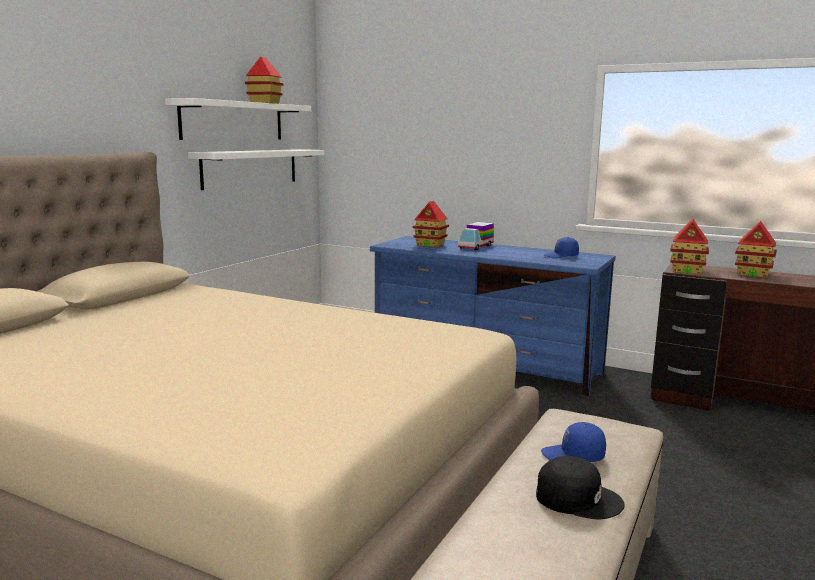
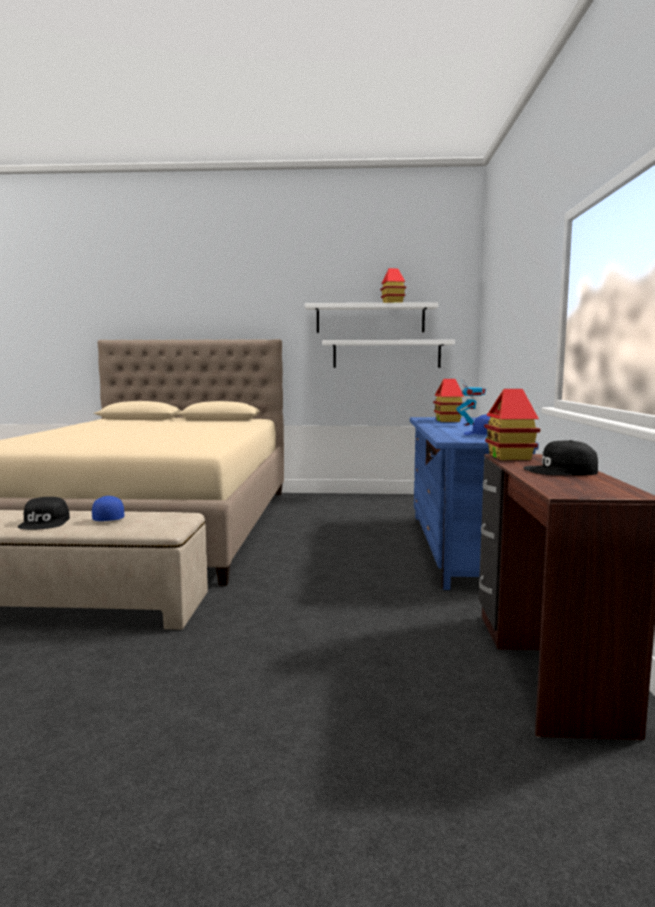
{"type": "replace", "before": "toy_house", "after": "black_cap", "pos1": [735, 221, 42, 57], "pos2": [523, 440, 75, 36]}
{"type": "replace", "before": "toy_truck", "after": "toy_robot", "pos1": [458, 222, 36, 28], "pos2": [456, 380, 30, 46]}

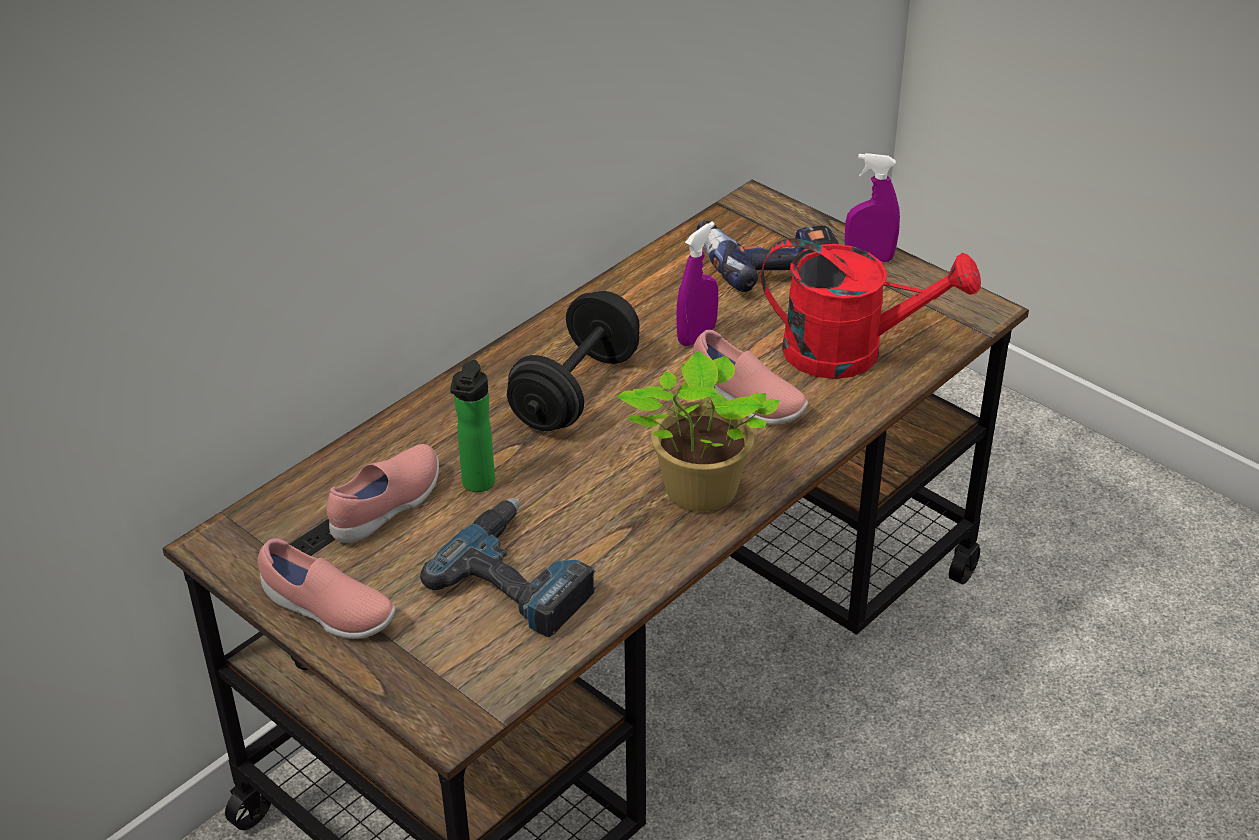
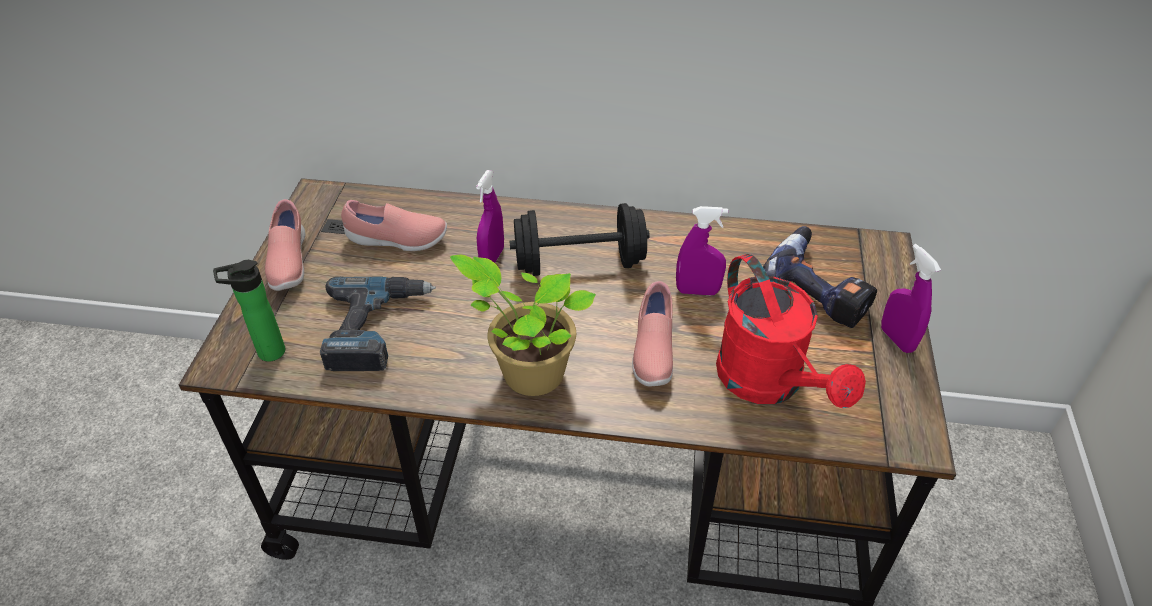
{"type": "move", "before": "bottle", "pos1": [450, 360, 45, 132], "pos2": [213, 260, 72, 102]}
{"type": "insert", "after": "purple_spray_bottle", "pos2": [476, 170, 28, 93]}

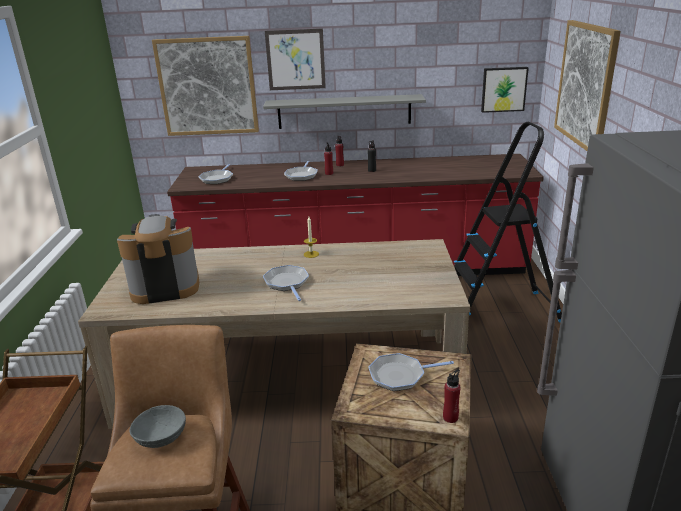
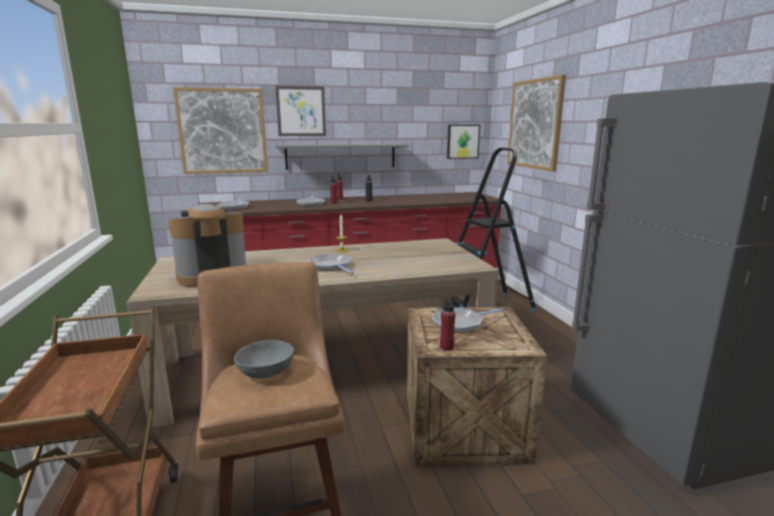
{"type": "move", "before": "red_bottle", "pos1": [443, 369, 18, 54], "pos2": [440, 297, 16, 54]}

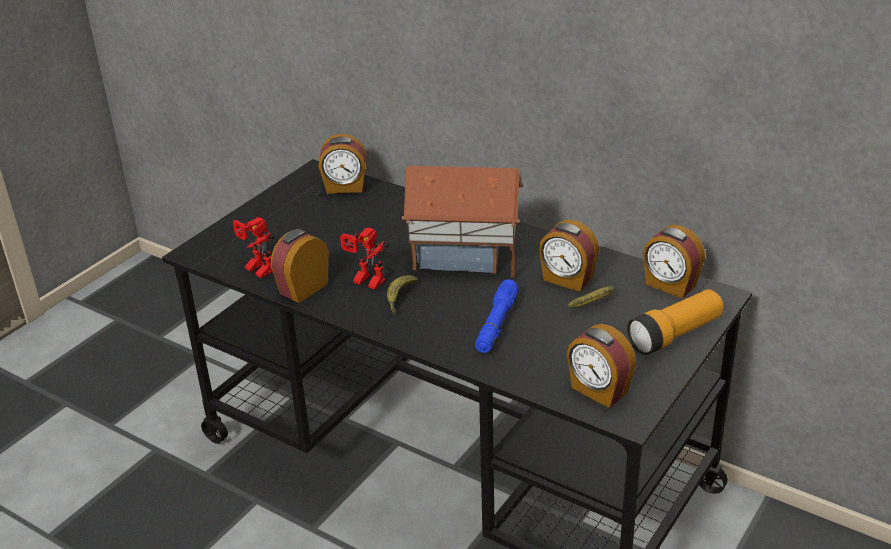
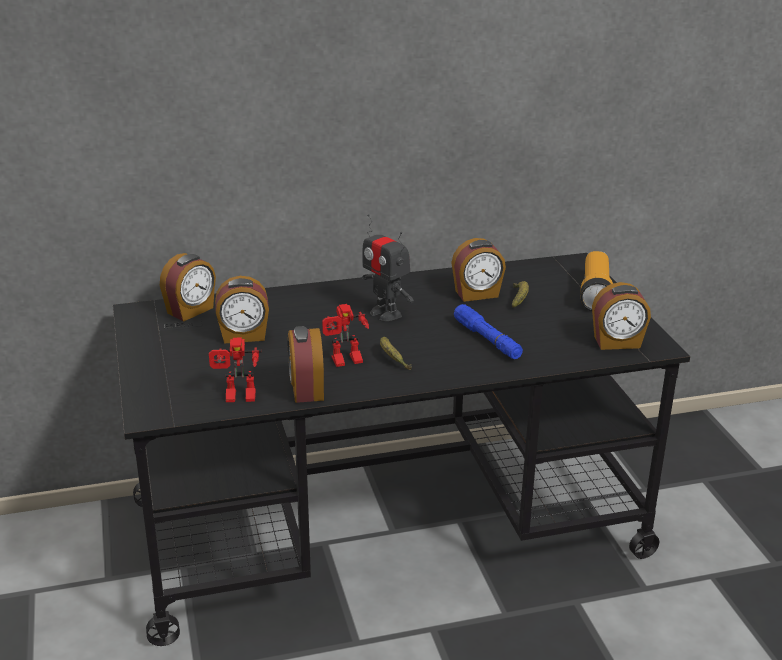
{"type": "replace", "before": "toy_house", "after": "toy_robot", "pos1": [402, 166, 121, 112], "pos2": [362, 214, 52, 107]}
{"type": "move", "before": "alarm_clock", "pos1": [643, 225, 62, 74], "pos2": [215, 276, 54, 68]}

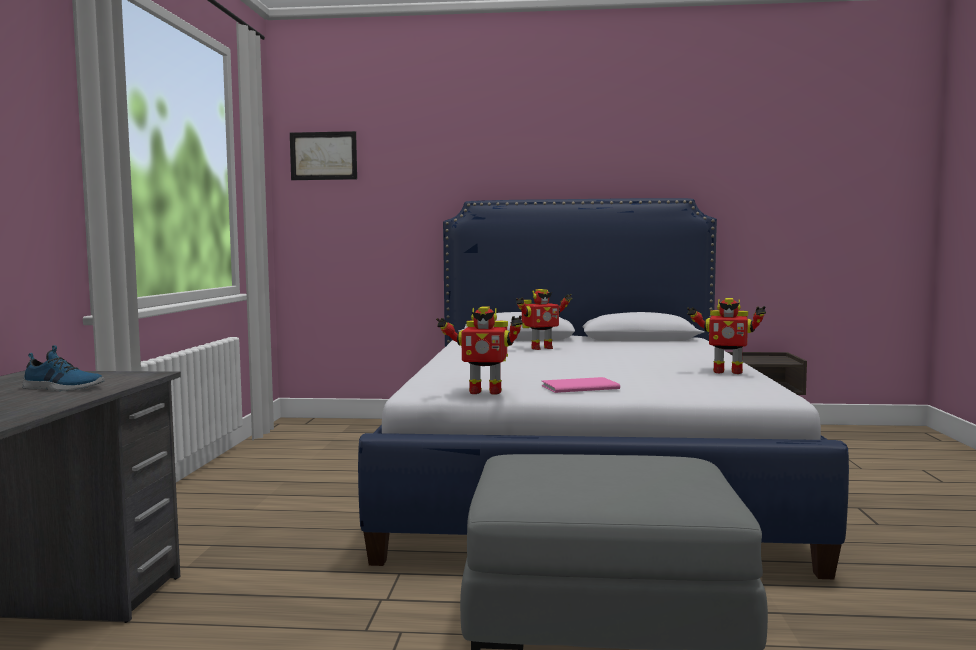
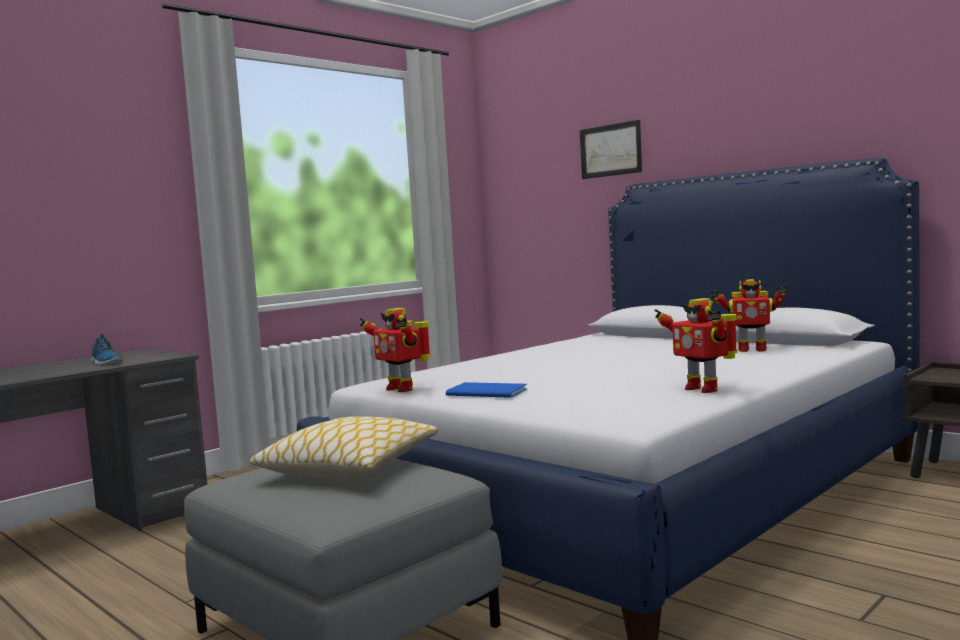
{"type": "move", "before": "picture", "pos1": [290, 131, 67, 49], "pos2": [580, 120, 62, 59]}
{"type": "move", "before": "toy_robot", "pos1": [516, 289, 56, 61], "pos2": [710, 279, 77, 73]}
{"type": "recolor", "before": "pink_book", "after": "blue_book", "pos1": [541, 377, 79, 16], "pos2": [446, 382, 81, 16]}
{"type": "insert", "after": "pillow", "pos2": [249, 416, 189, 62]}

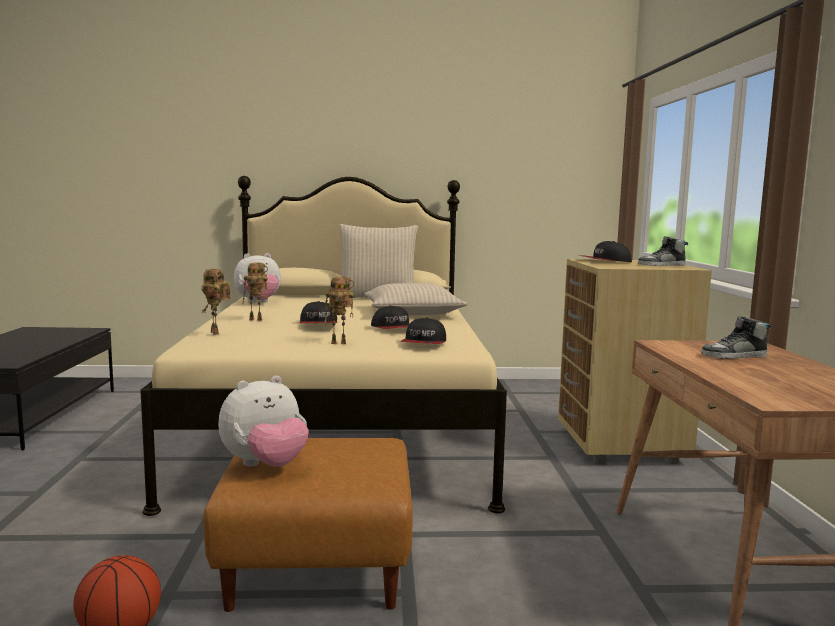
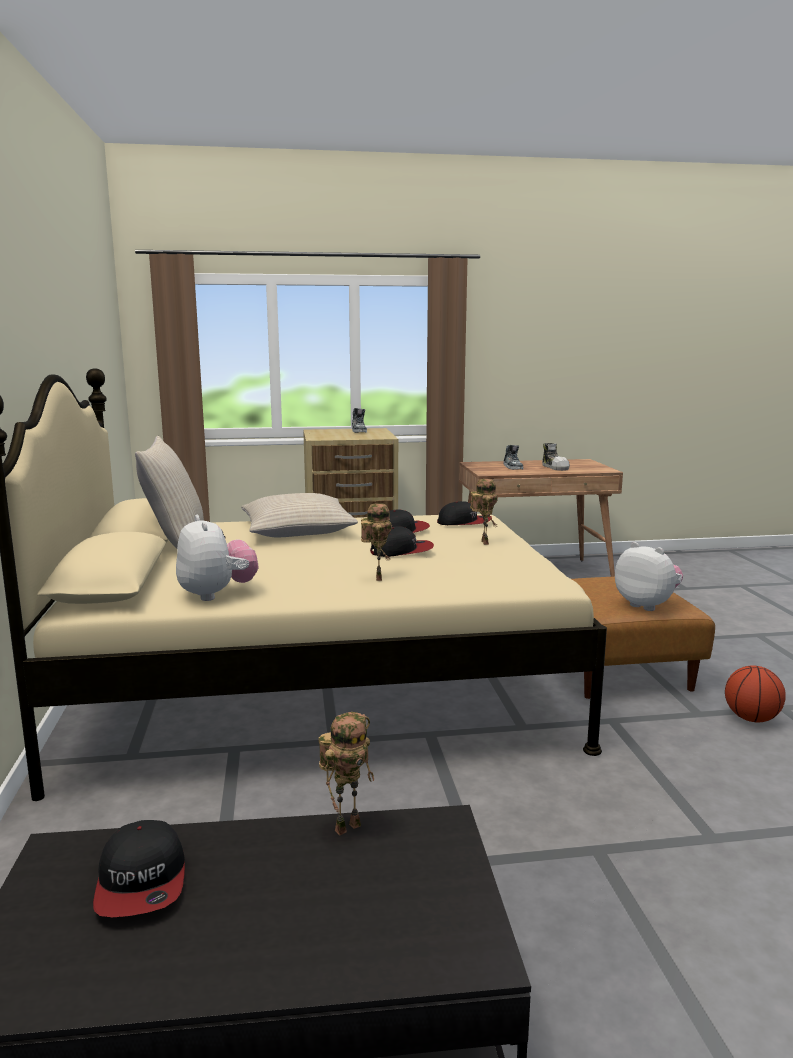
{"type": "move", "before": "cap", "pos1": [579, 241, 53, 21], "pos2": [93, 820, 92, 97]}
{"type": "move", "before": "toy_robot", "pos1": [201, 269, 30, 66], "pos2": [318, 712, 56, 123]}
{"type": "insert", "after": "shoe", "pos2": [542, 443, 28, 28]}

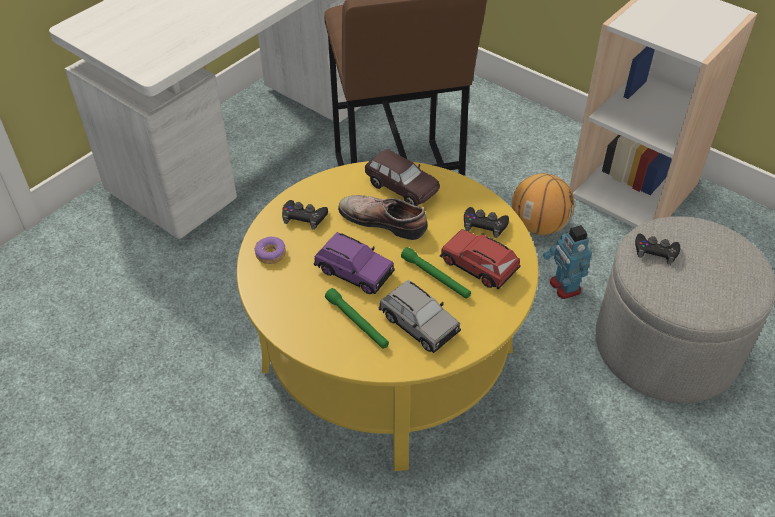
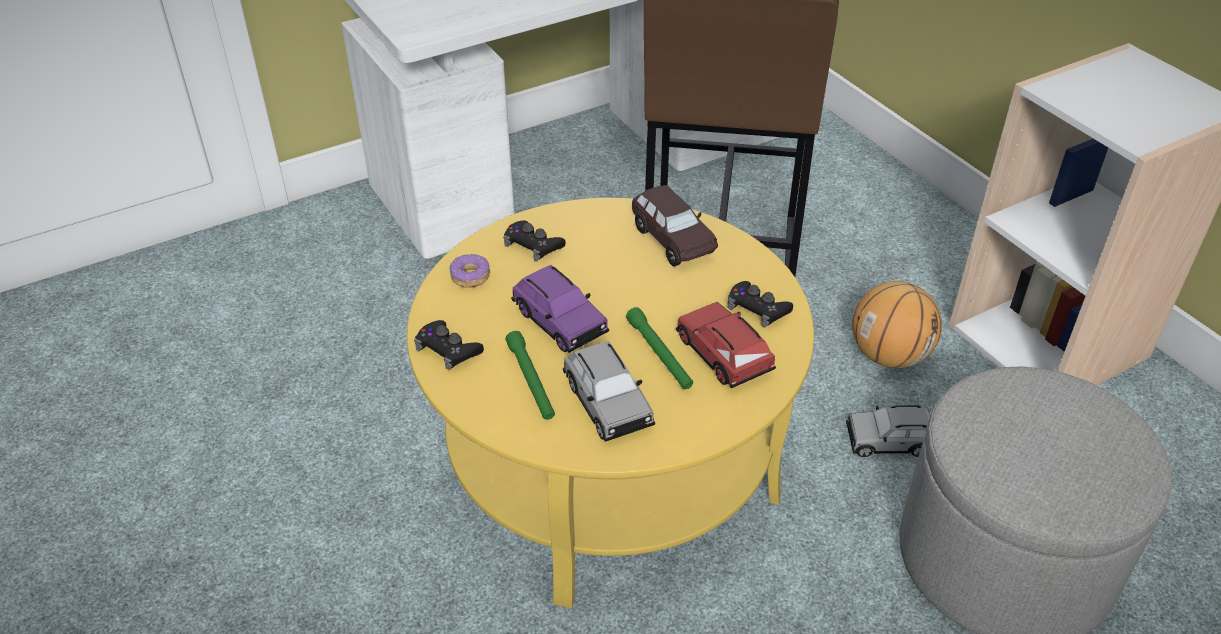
{"type": "delete", "before": "shoe", "pos1": [338, 195, 89, 45]}
{"type": "replace", "before": "toy_robot", "after": "grey_toy_car", "pos1": [543, 225, 49, 74], "pos2": [846, 405, 84, 52]}
{"type": "move", "before": "black_game_controller", "pos1": [635, 233, 45, 32], "pos2": [414, 320, 70, 50]}

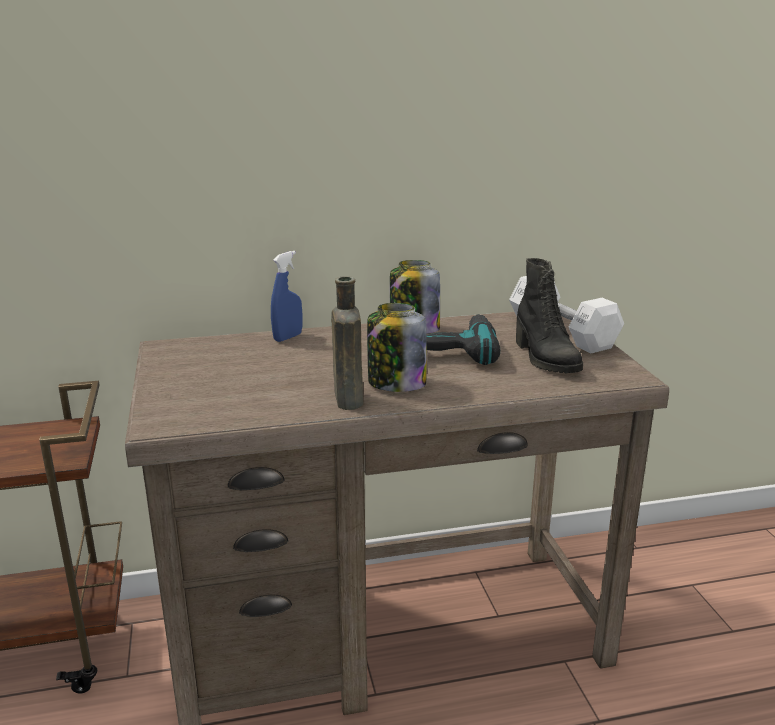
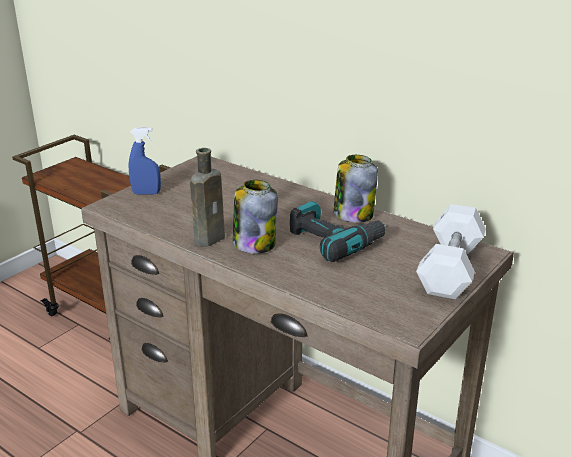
{"type": "move", "before": "blue_spray_bottle", "pos1": [271, 251, 31, 91], "pos2": [129, 127, 32, 68]}
{"type": "delete", "before": "black_boot", "pos1": [516, 258, 67, 115]}

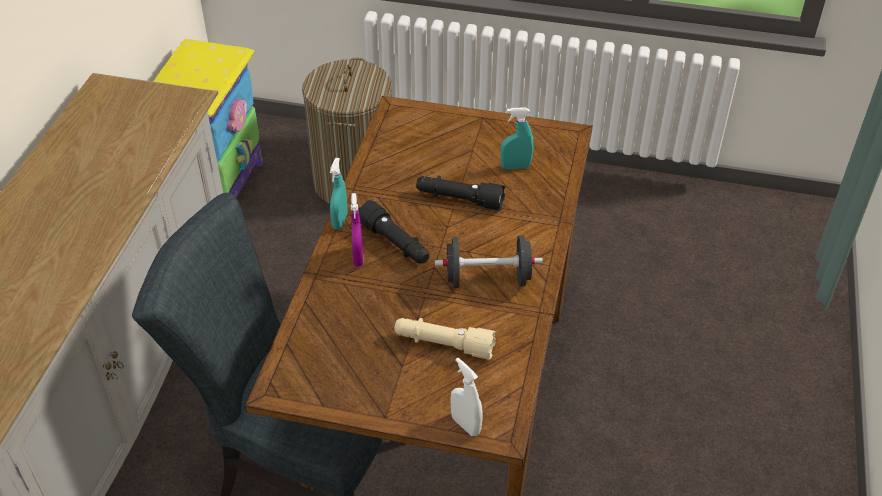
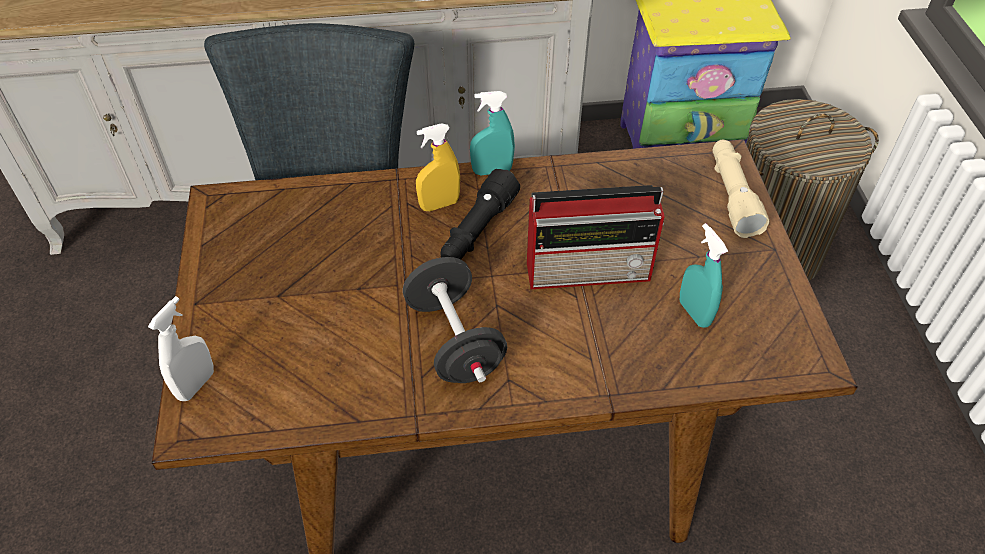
{"type": "replace", "before": "black_flashlight", "after": "radio", "pos1": [416, 176, 89, 35], "pos2": [527, 185, 137, 104]}
{"type": "recolor", "before": "purple_spray_bottle", "after": "yellow_spray_bottle", "pos1": [351, 193, 12, 74], "pos2": [416, 123, 44, 88]}
{"type": "move", "before": "beige_flashlight", "pos1": [394, 318, 102, 42], "pos2": [713, 140, 56, 98]}

